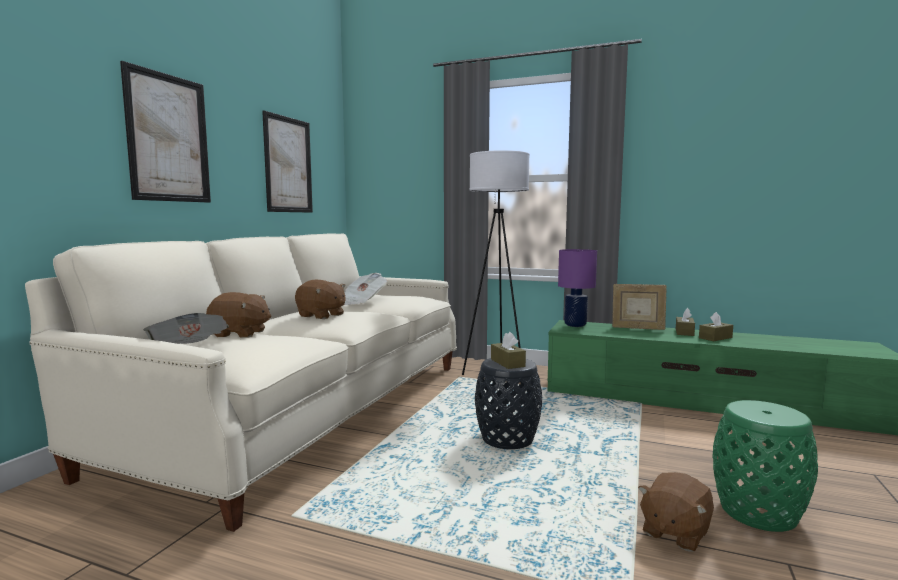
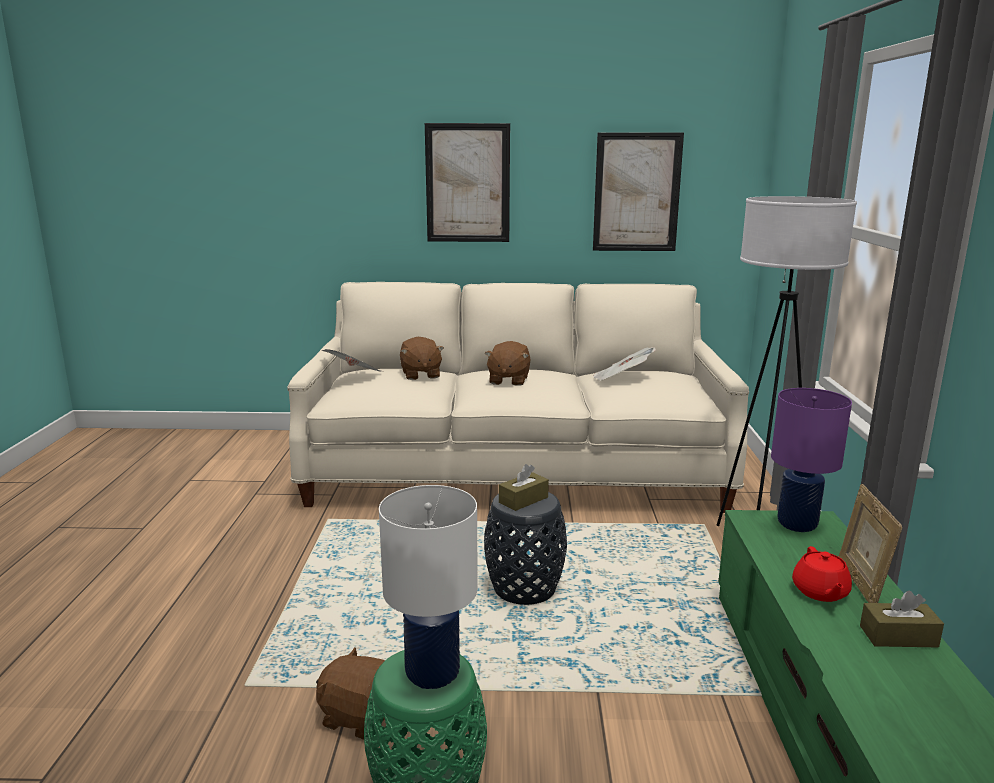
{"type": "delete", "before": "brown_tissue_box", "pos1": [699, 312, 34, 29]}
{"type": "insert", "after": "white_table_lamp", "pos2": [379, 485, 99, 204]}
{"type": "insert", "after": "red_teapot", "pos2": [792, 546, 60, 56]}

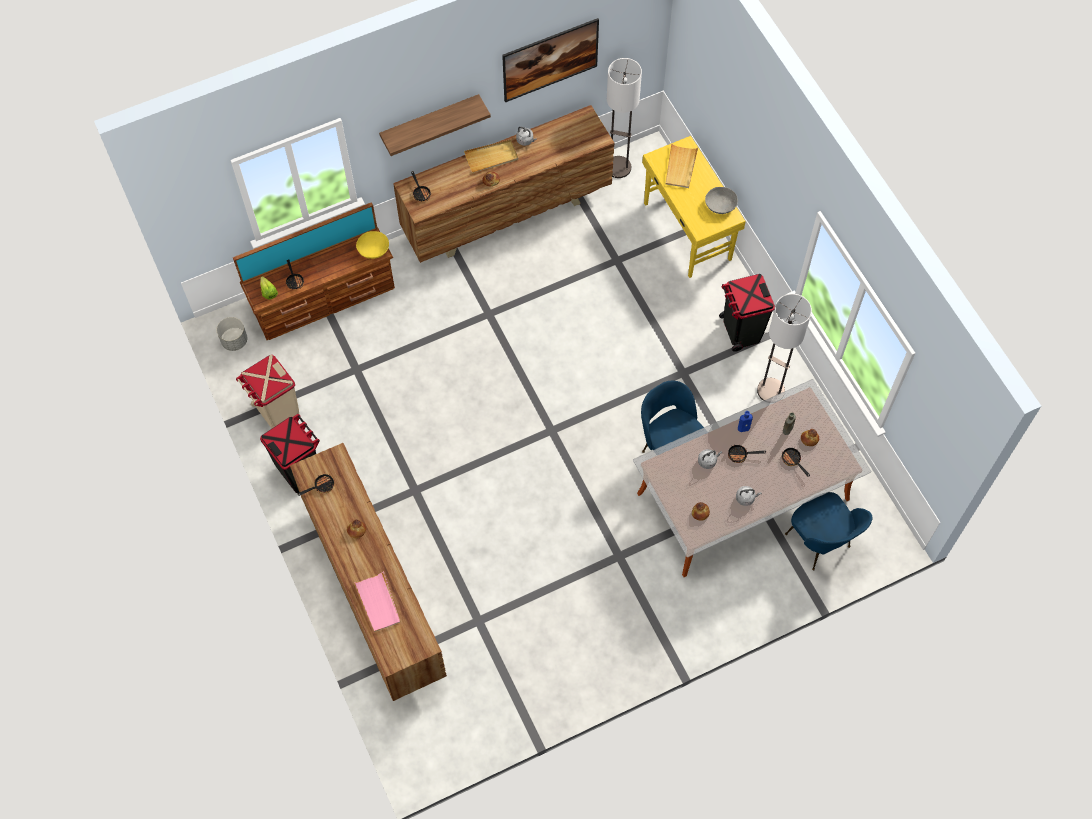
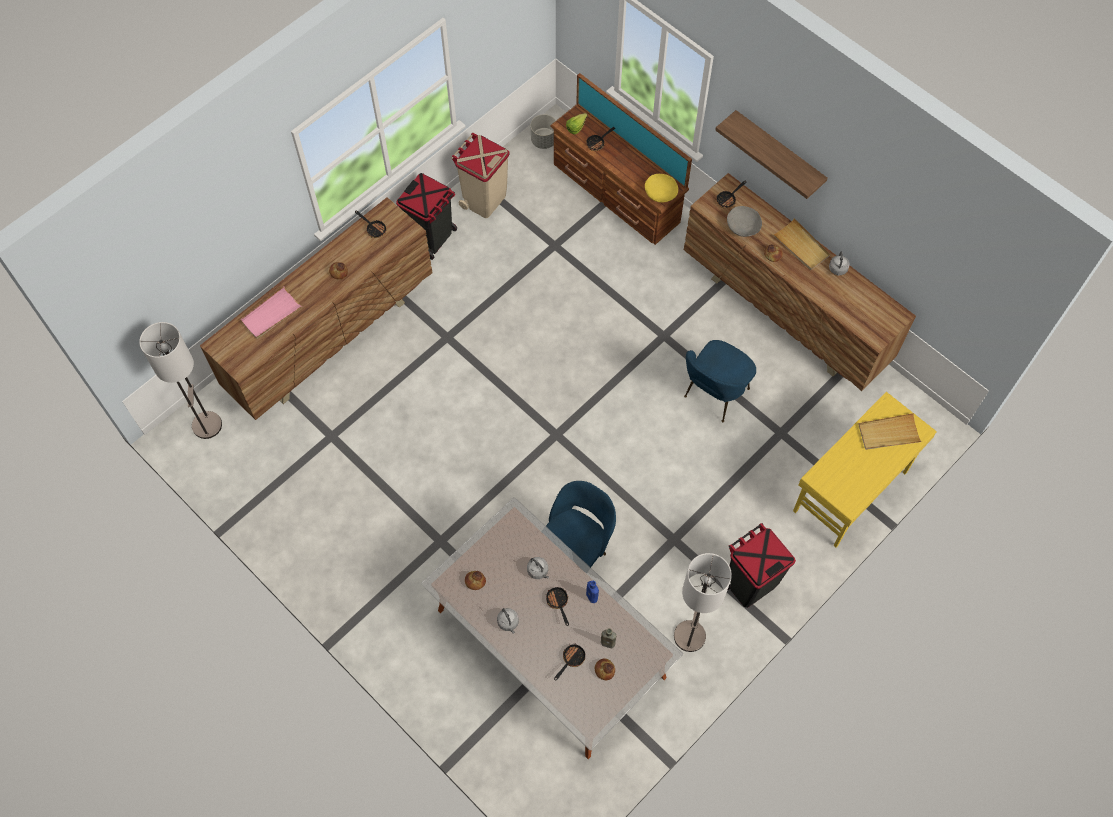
{"type": "delete", "before": "picture", "pos1": [502, 18, 97, 84]}
{"type": "move", "before": "floor_lamp", "pos1": [607, 58, 35, 120], "pos2": [139, 322, 83, 117]}
{"type": "move", "before": "grey_bowl", "pos1": [705, 187, 33, 27], "pos2": [727, 206, 35, 31]}
{"type": "move", "before": "blue_chair", "pos1": [785, 492, 88, 79], "pos2": [684, 340, 72, 82]}

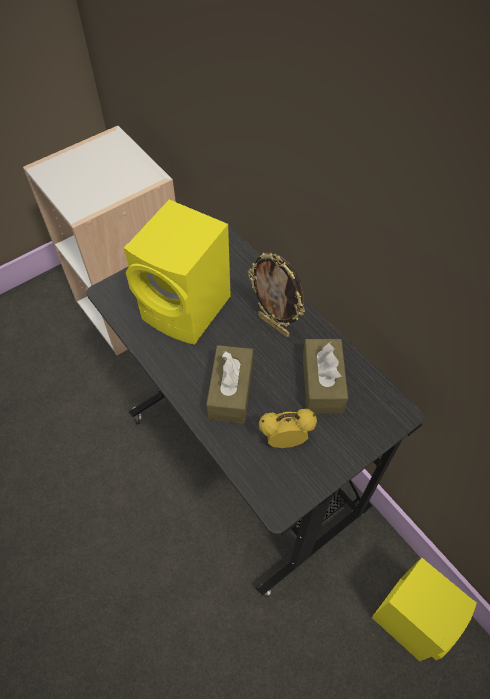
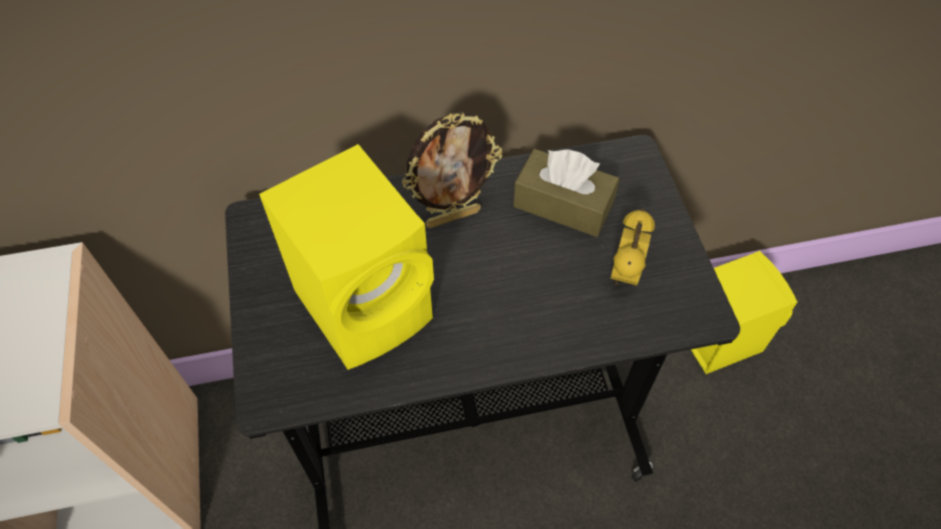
{"type": "delete", "before": "brown_tissue_box", "pos1": [206, 345, 47, 79]}

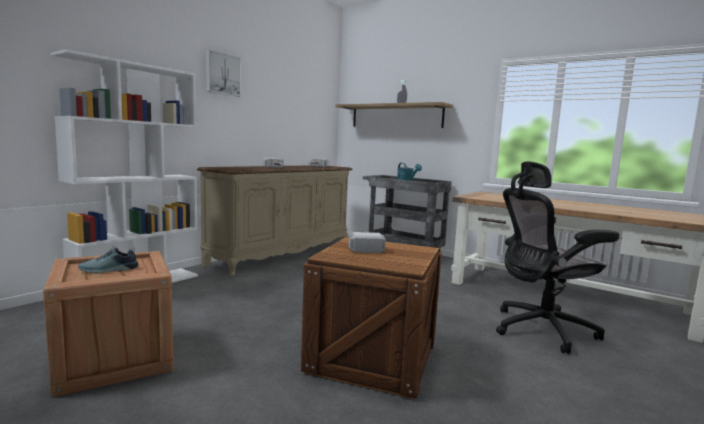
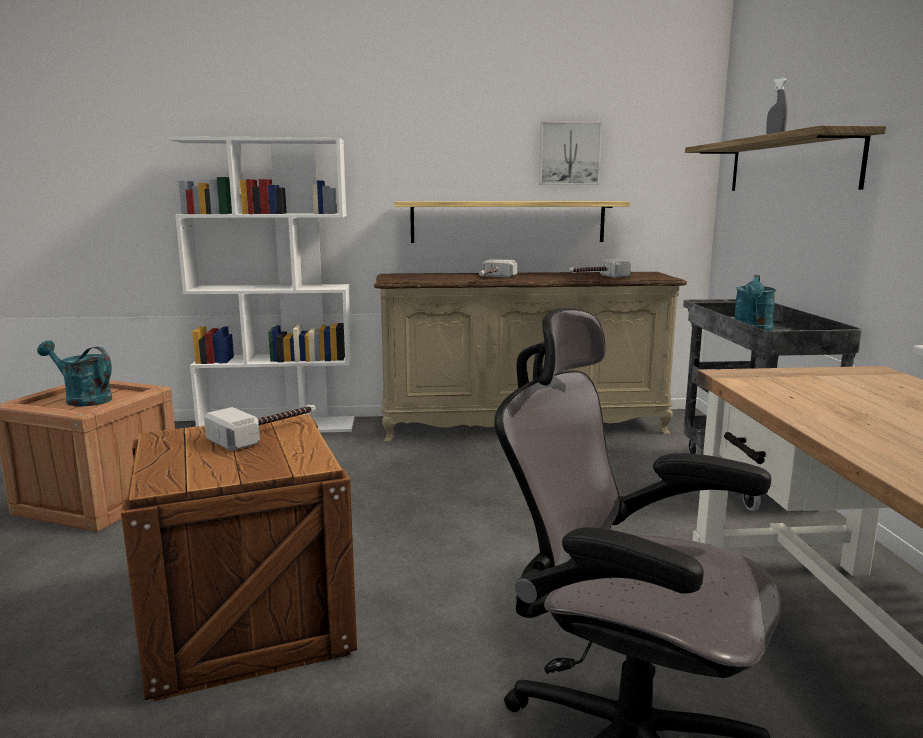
{"type": "move", "before": "picture", "pos1": [206, 50, 35, 46], "pos2": [539, 121, 63, 64]}
{"type": "replace", "before": "shoe", "after": "turquoise_watering_can", "pos1": [78, 246, 61, 27], "pos2": [37, 340, 75, 67]}
{"type": "insert", "after": "shelf", "pos2": [394, 201, 236, 42]}

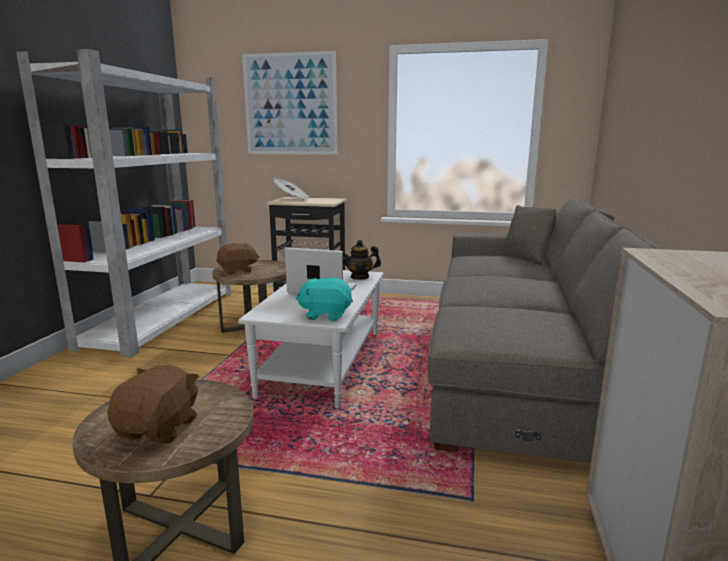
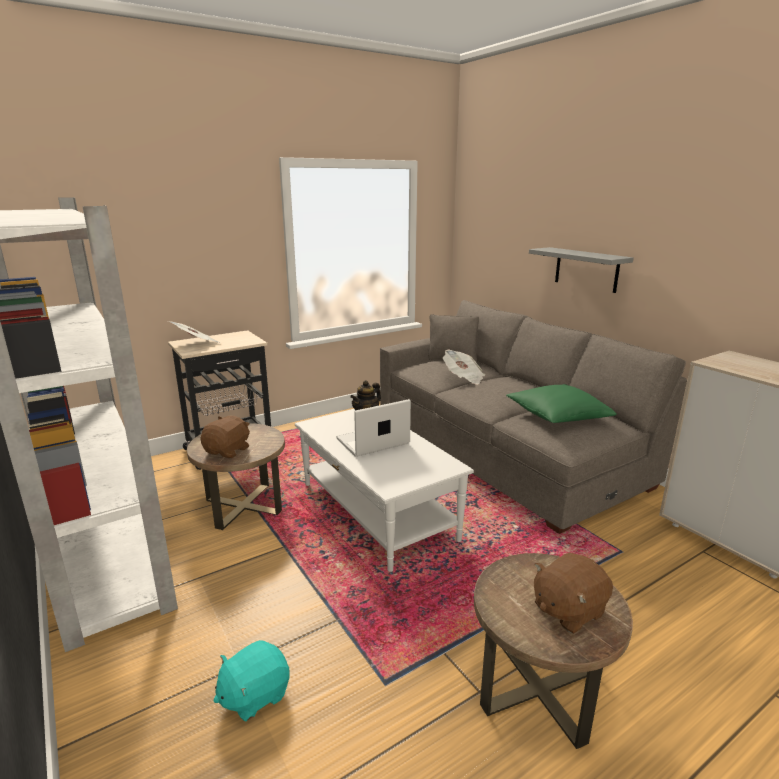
{"type": "delete", "before": "picture", "pos1": [242, 51, 95, 104]}
{"type": "move", "before": "turquoise_plush_toy", "pos1": [296, 278, 57, 43], "pos2": [214, 640, 76, 82]}
{"type": "rotate", "before": "brown_plush_toy", "pos1": [107, 365, 92, 79], "pos2": [534, 553, 79, 81], "turn": -90}
{"type": "insert", "after": "grey_shelf", "pos2": [529, 247, 105, 46]}
{"type": "insert", "after": "newspaper", "pos2": [443, 350, 42, 35]}
{"type": "insert", "after": "green_pillow", "pos2": [506, 384, 111, 39]}

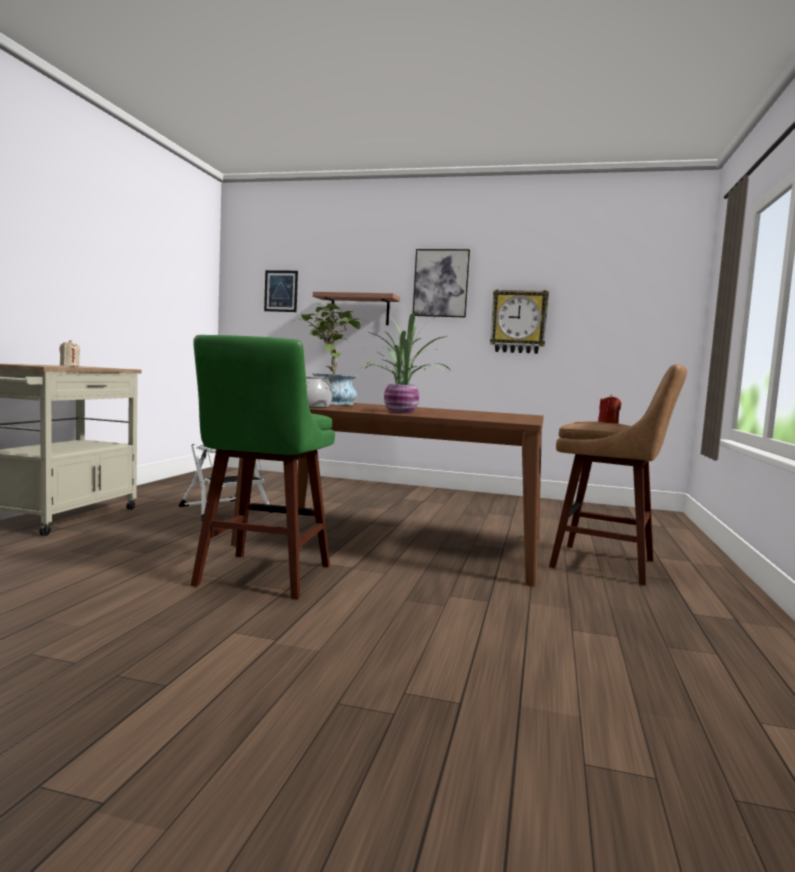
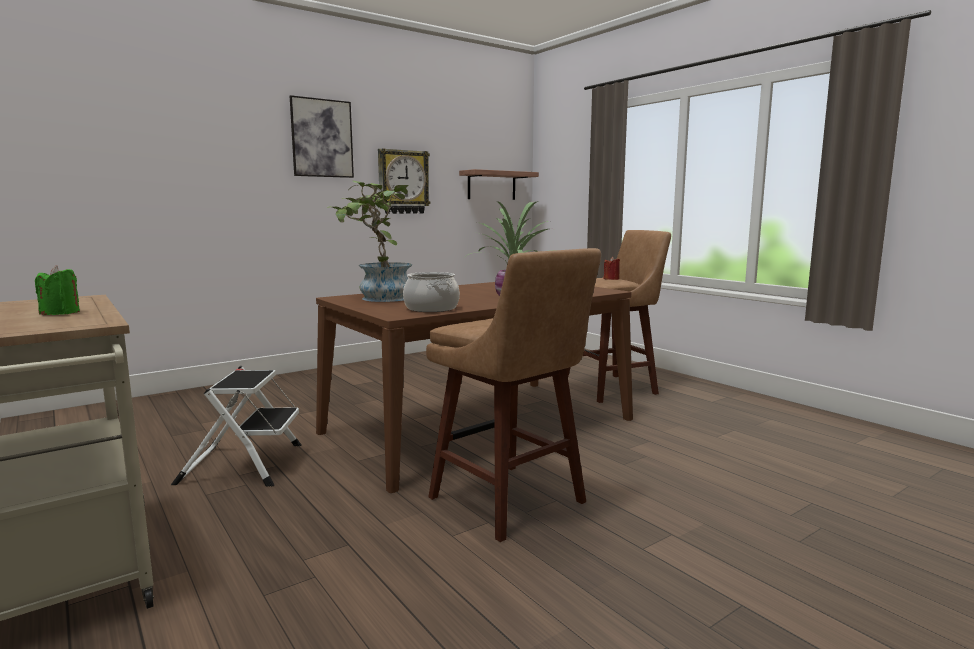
{"type": "delete", "before": "picture", "pos1": [264, 270, 34, 42]}
{"type": "move", "before": "shelf", "pos1": [313, 292, 87, 33], "pos2": [459, 169, 80, 31]}
{"type": "recolor", "before": "green_stool", "after": "brown_stool", "pos1": [190, 335, 145, 264], "pos2": [426, 248, 175, 294]}
{"type": "recolor", "before": "beige_candle", "after": "green_candle", "pos1": [59, 340, 21, 27], "pos2": [35, 266, 45, 49]}

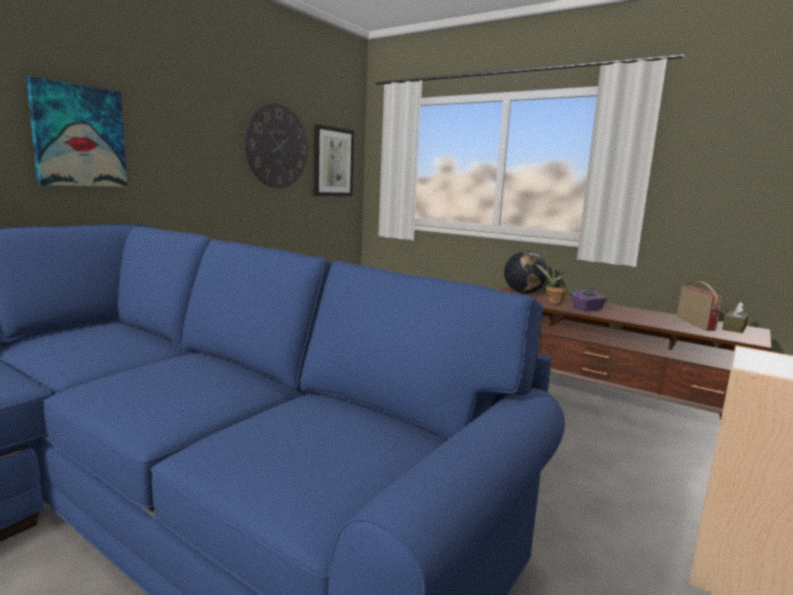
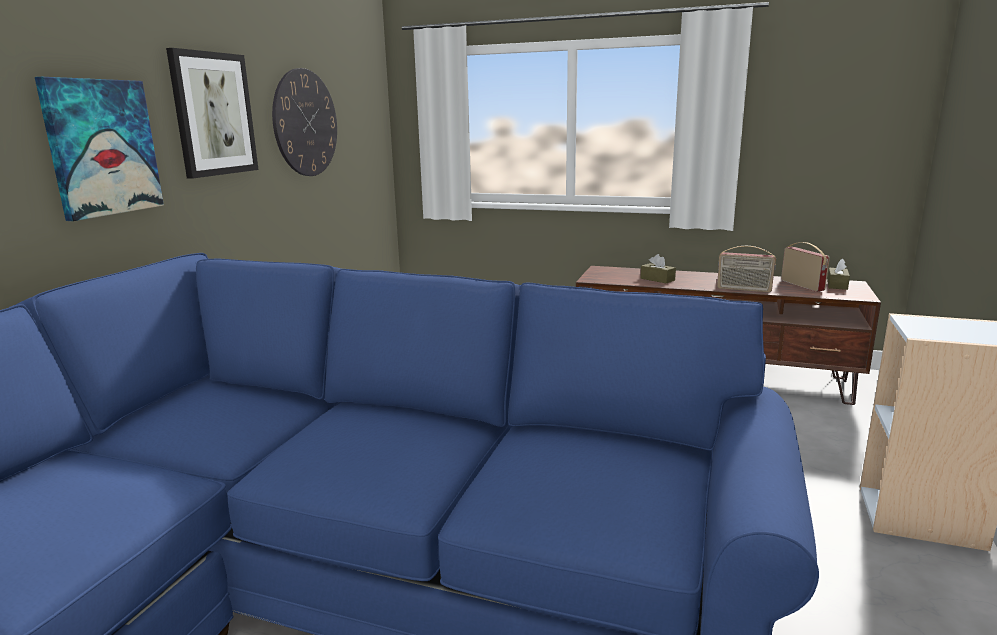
{"type": "move", "before": "picture", "pos1": [313, 124, 41, 72], "pos2": [166, 48, 93, 131]}
{"type": "delete", "before": "globe", "pos1": [504, 251, 44, 43]}
{"type": "replace", "before": "potted_plant", "after": "brown_tissue_box", "pos1": [535, 263, 33, 41], "pos2": [640, 254, 36, 29]}
{"type": "delete", "before": "purple_tissue_box", "pos1": [572, 287, 35, 24]}
{"type": "insert", "after": "radio", "pos2": [717, 246, 59, 47]}

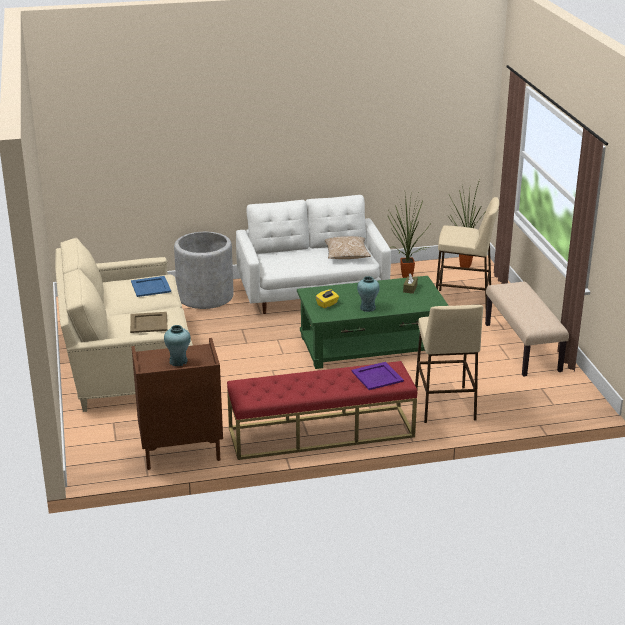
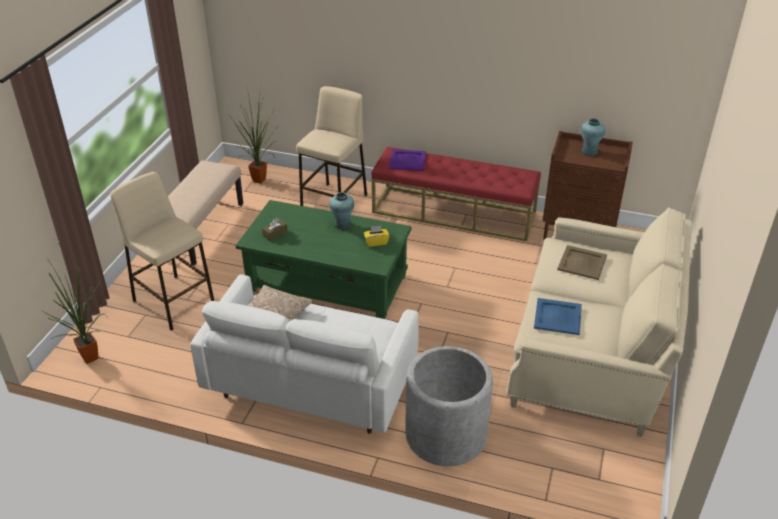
{"type": "move", "before": "potted_plant", "pos1": [388, 195, 44, 83], "pos2": [233, 85, 44, 99]}

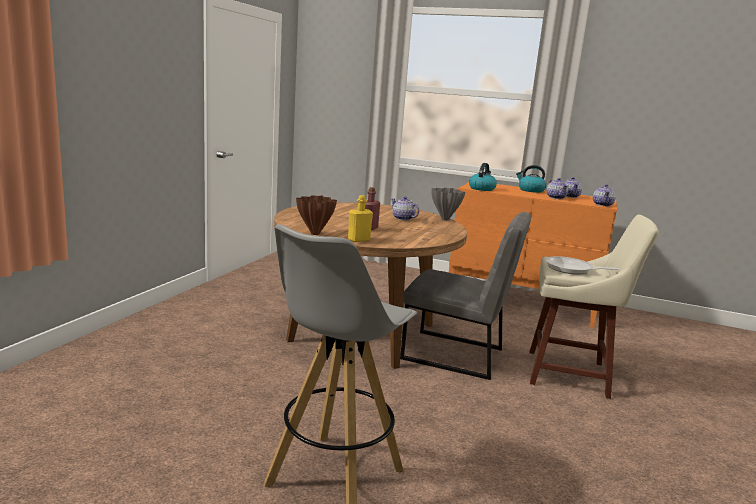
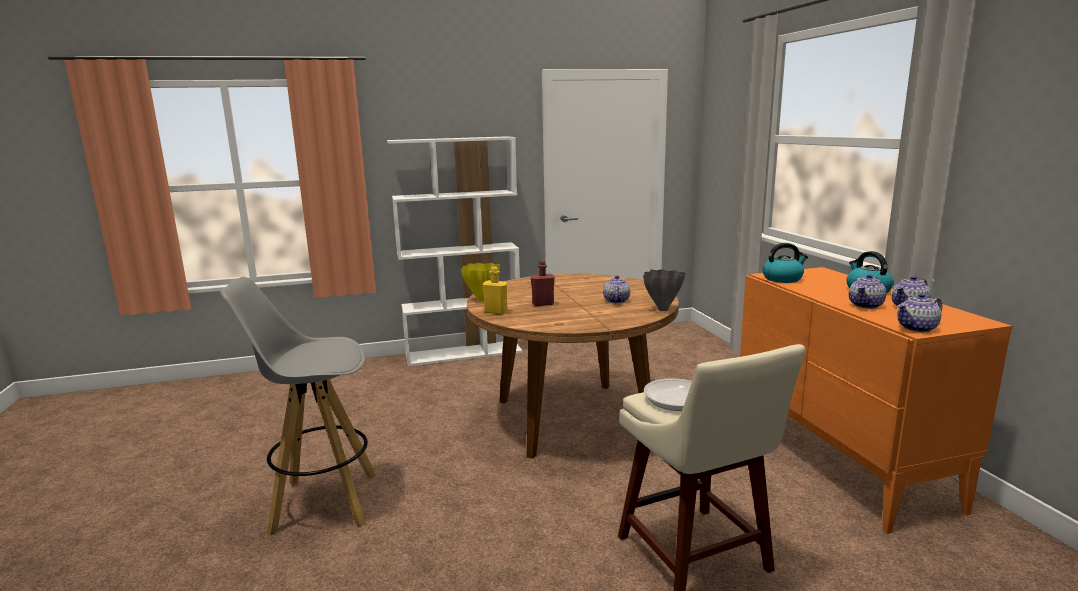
{"type": "recolor", "before": "brown_vase", "after": "yellow_vase", "pos1": [296, 195, 41, 40], "pos2": [461, 263, 39, 38]}
{"type": "delete", "before": "grey_chair", "pos1": [400, 212, 131, 168]}
{"type": "insert", "after": "white_bookcase", "pos2": [387, 136, 135, 230]}

